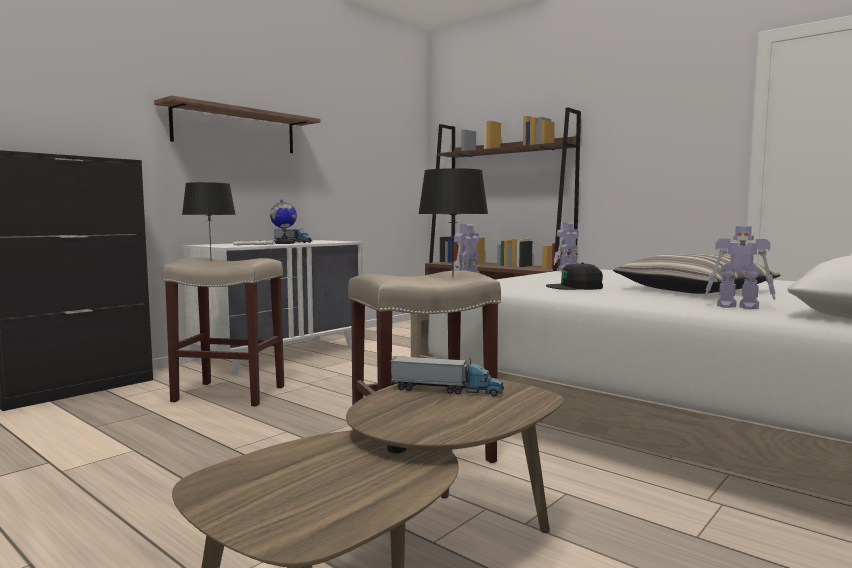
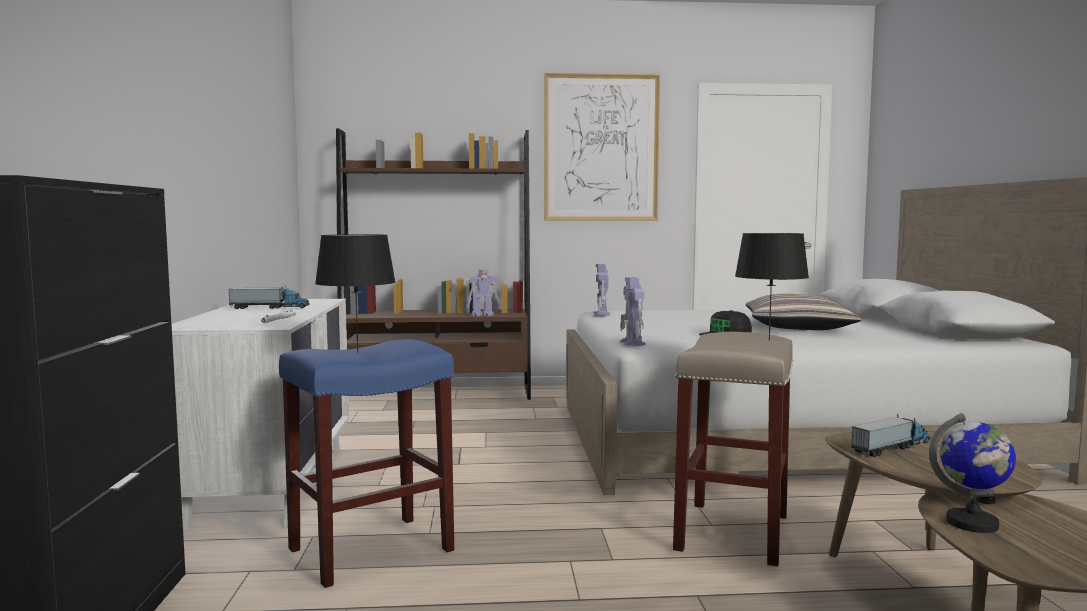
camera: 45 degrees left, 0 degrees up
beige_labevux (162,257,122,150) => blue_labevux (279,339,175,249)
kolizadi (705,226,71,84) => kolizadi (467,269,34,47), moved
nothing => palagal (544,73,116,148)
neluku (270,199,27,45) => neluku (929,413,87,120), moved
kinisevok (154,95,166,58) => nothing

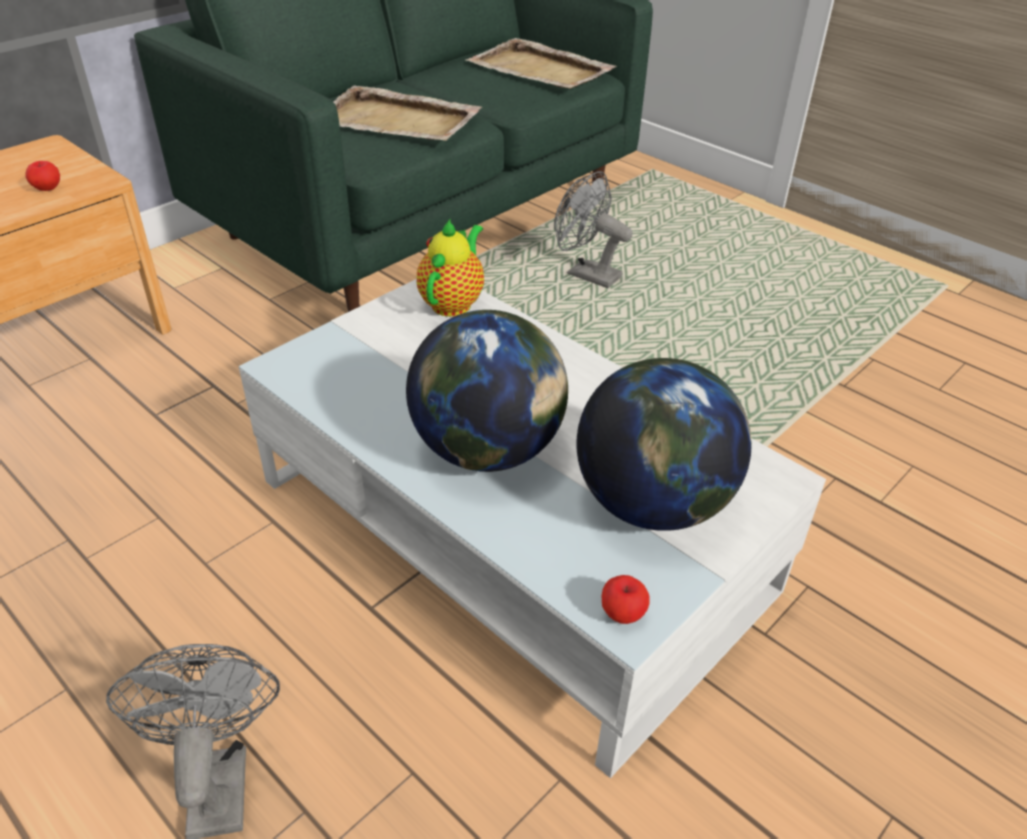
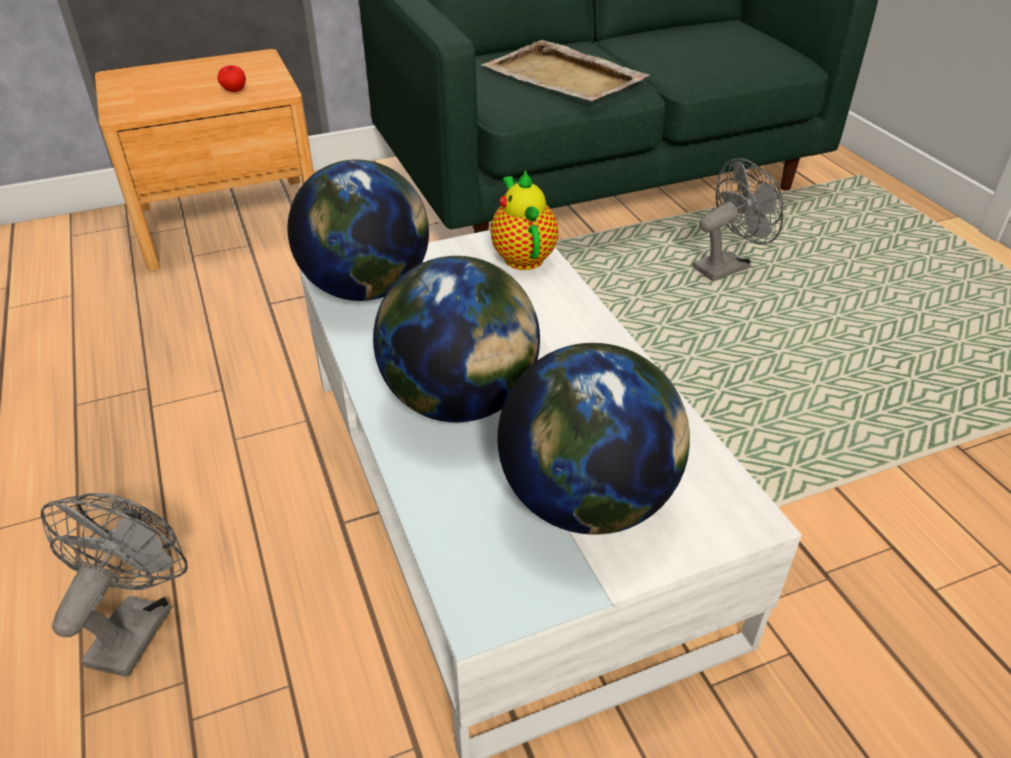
camera: 25 degrees right, 0 degrees up
nothing => neluku (288,160,141,141)
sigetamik (417,219,67,98) => sigetamik (490,170,69,100), 60 degrees counterclockwise
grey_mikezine (554,171,79,117) => grey_mikezine (693,158,90,123), 90 degrees clockwise
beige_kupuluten (465,38,152,51) => nothing
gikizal (602,575,48,49) => nothing

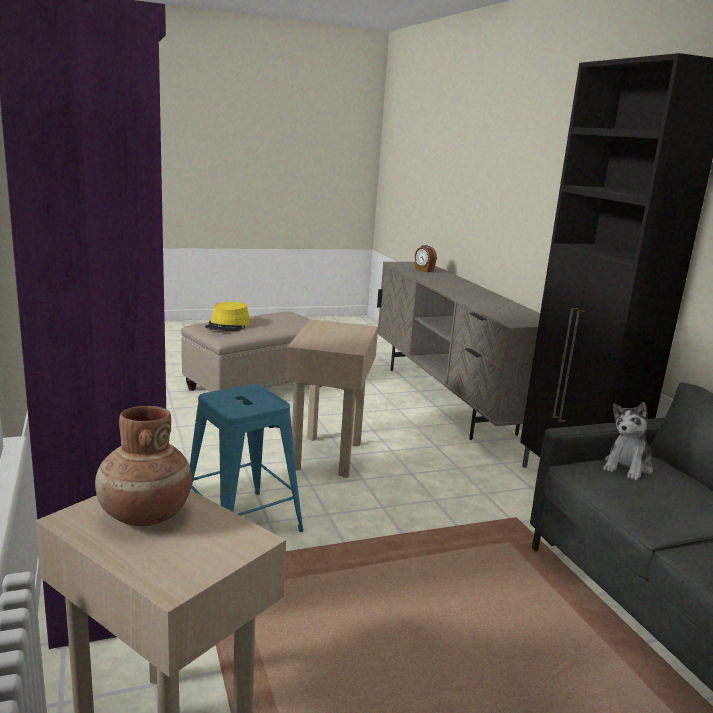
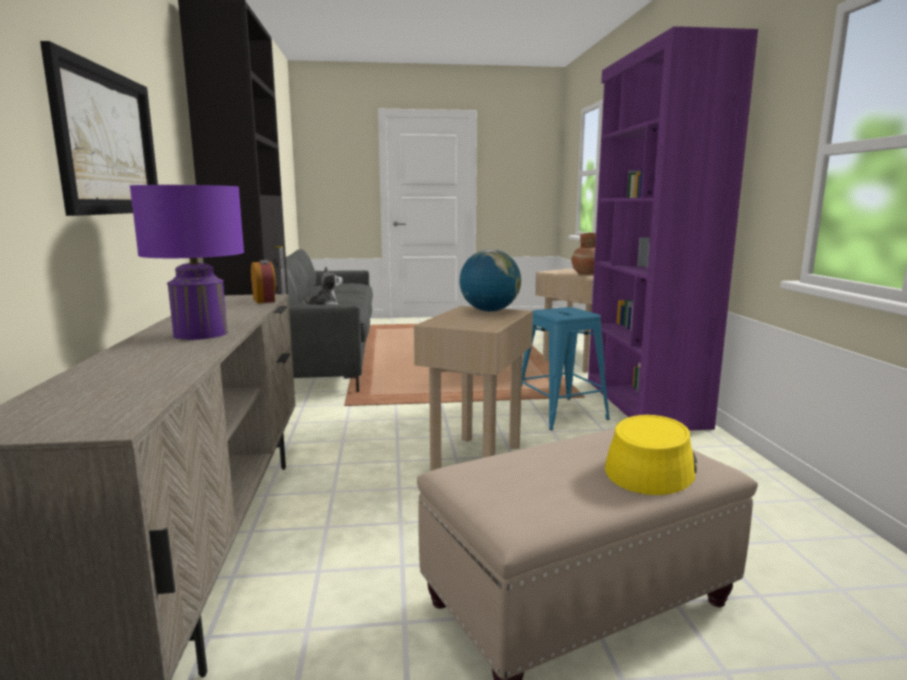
camera: 165 degrees left, 5 degrees down
nothing => palagal (40,41,118,175)
nothing => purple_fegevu (130,185,114,155)
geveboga (415,245,22,27) => geveboga (251,260,25,43), moved
nothing => neluku (459,250,62,62)

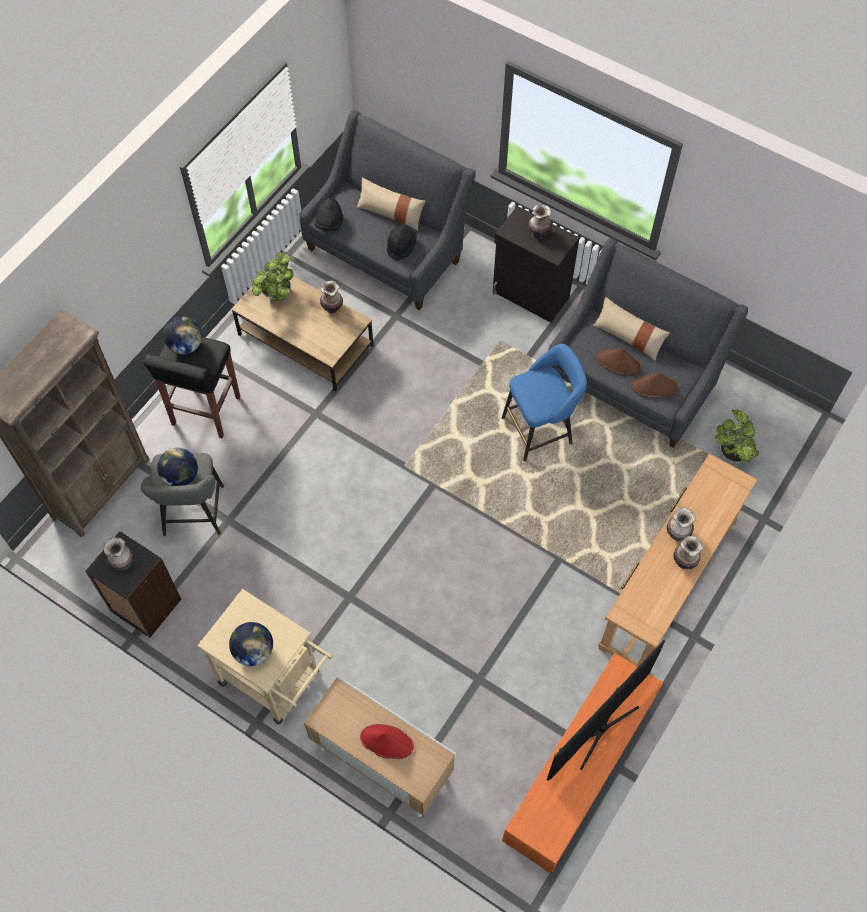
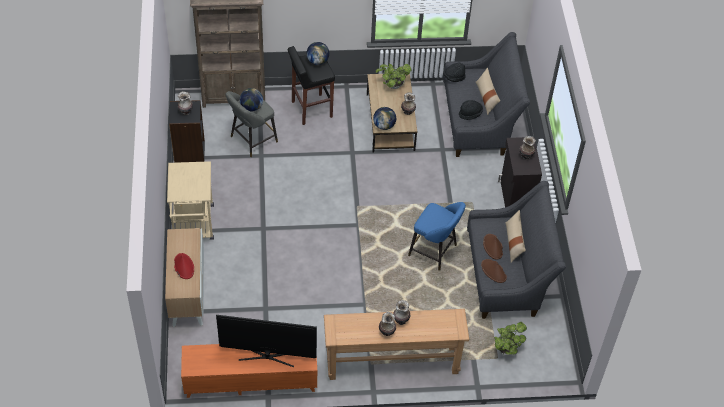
camera: 50 degrees right, 10 degrees down
neluku (229,622,44,44) => neluku (373,107,23,23), moved

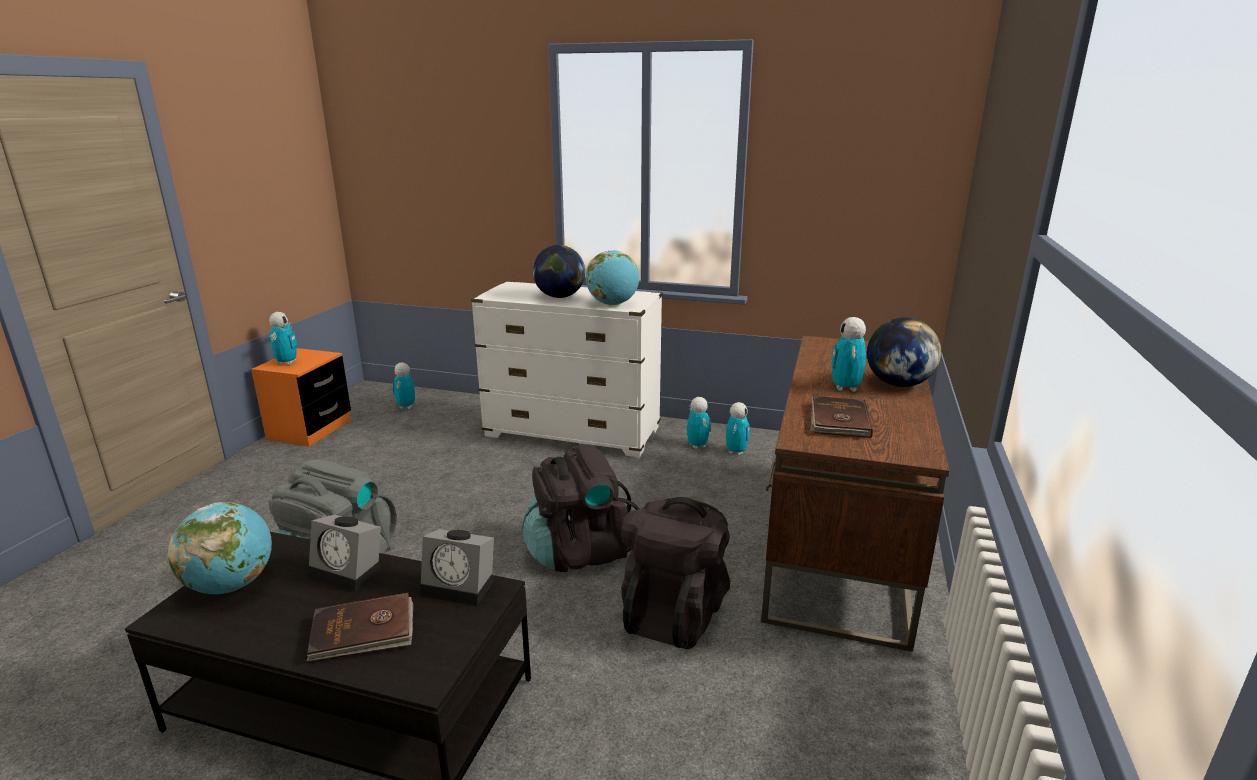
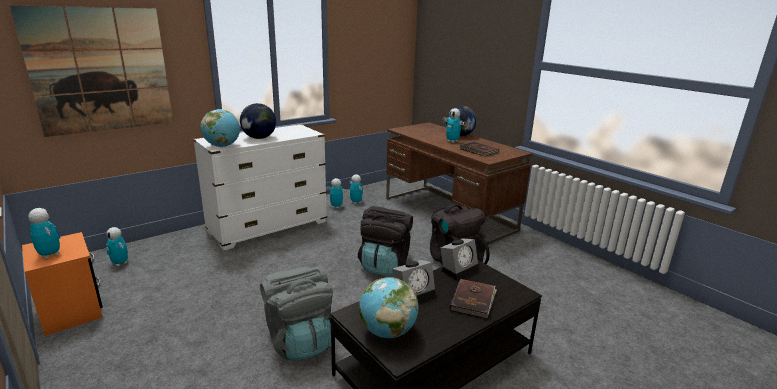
camera: 55 degrees left, 0 degrees up
nothing => palagal (10,6,163,131)
neluku (586,250,53,55) => neluku (200,109,40,38), moved

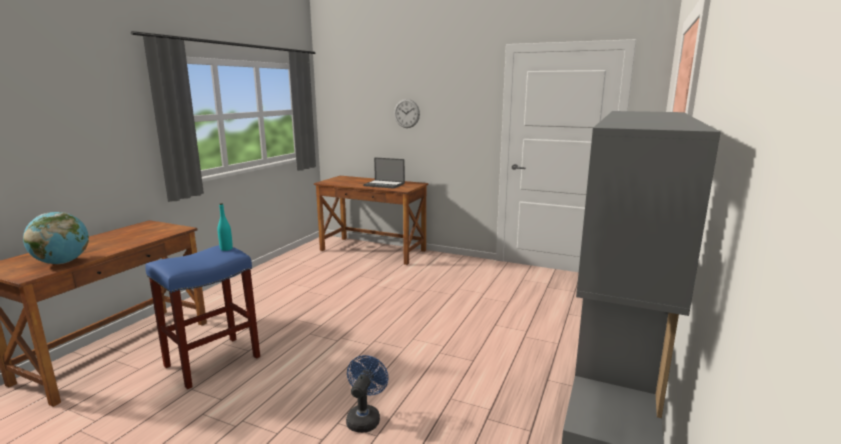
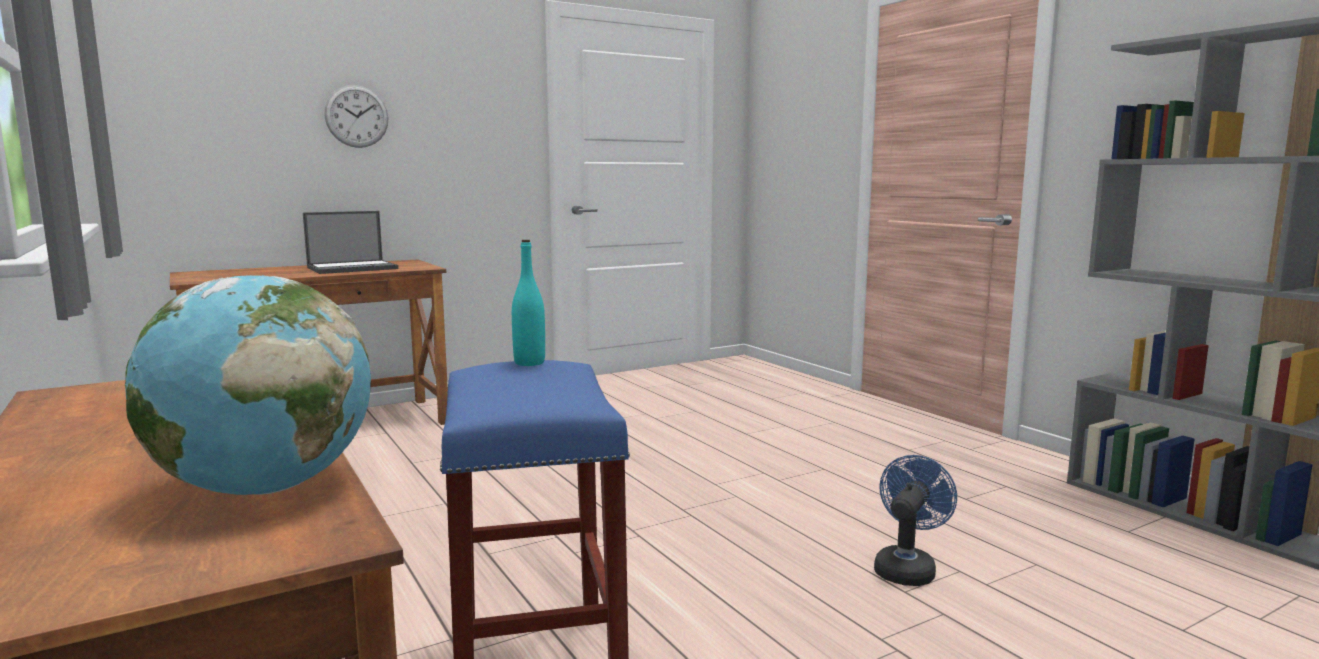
camera: 55 degrees left, 5 degrees down
blue_mikezine (346,355,43,78) => blue_mikezine (874,455,83,131), 75 degrees clockwise

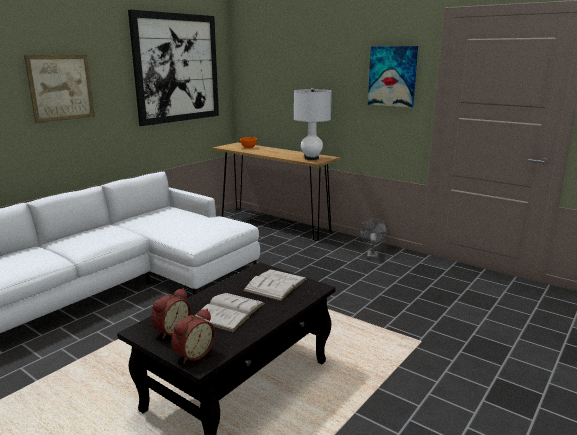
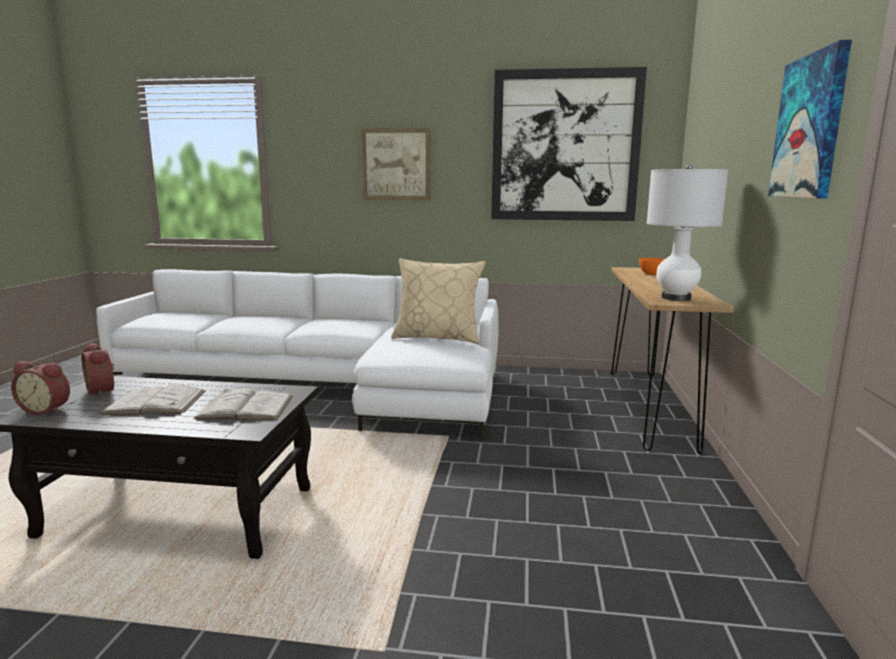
camera: 60 degrees right, 5 degrees down
geveboga (151,288,40,51) => geveboga (82,343,32,54), 45 degrees clockwise
nothing => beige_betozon (391,258,95,86)
grey_mikezine (359,219,30,40) => nothing

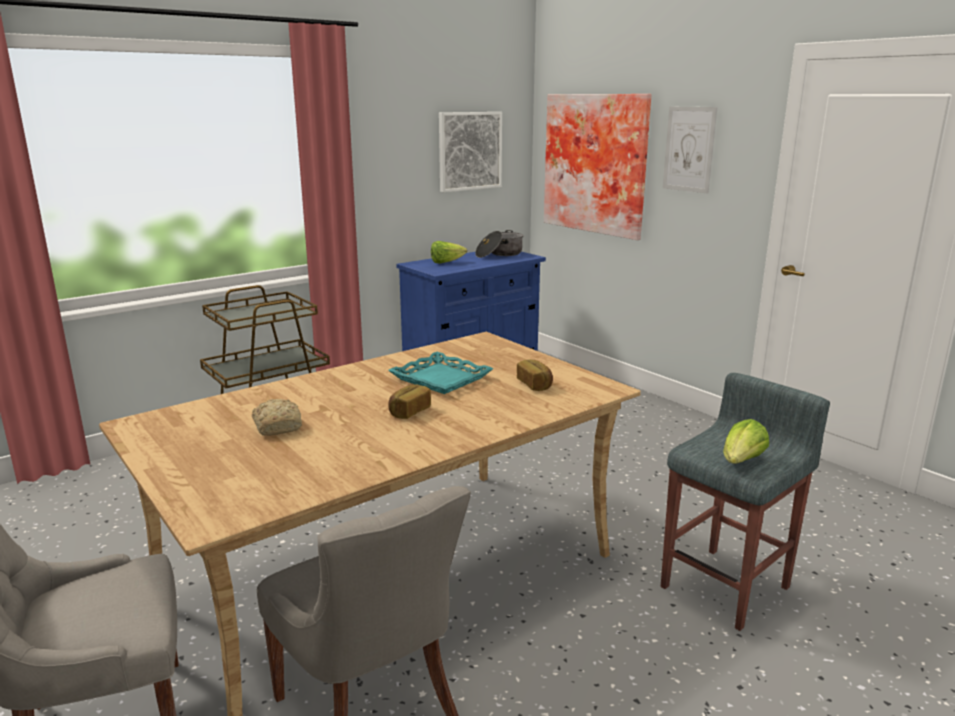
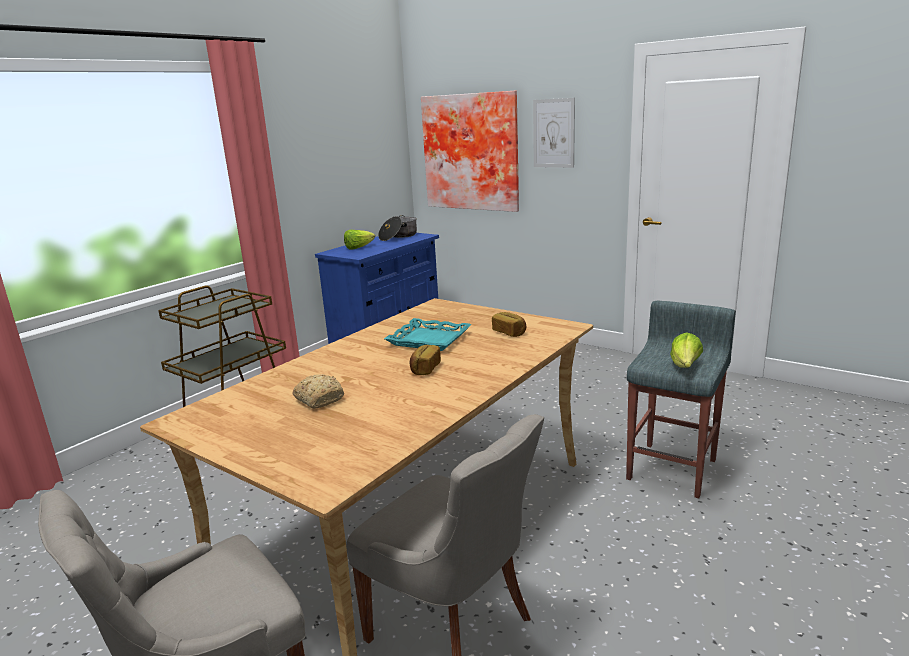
camera: 15 degrees left, 0 degrees up
palagal (439,112,63,80) => nothing

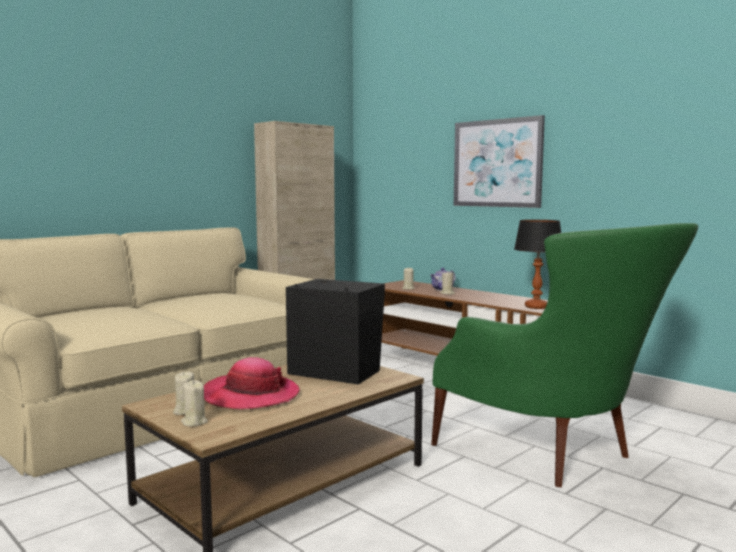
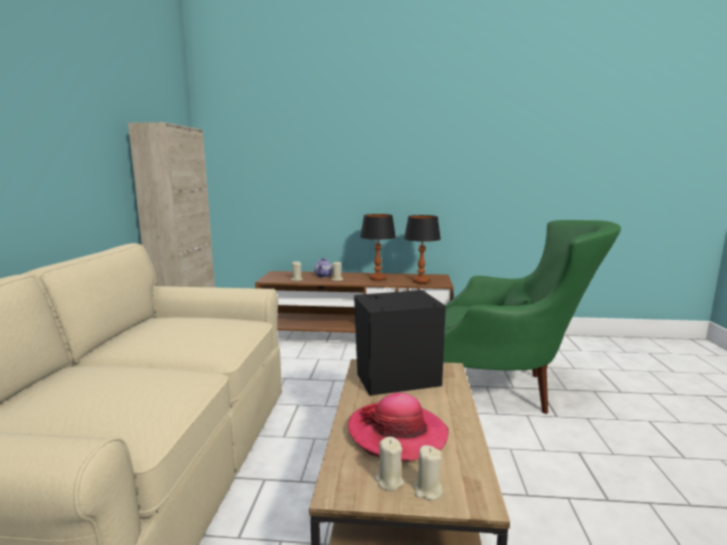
camera: 40 degrees left, 5 degrees up
nothing => fegevu (360,214,36,67)
palagal (454,115,91,93) => nothing

